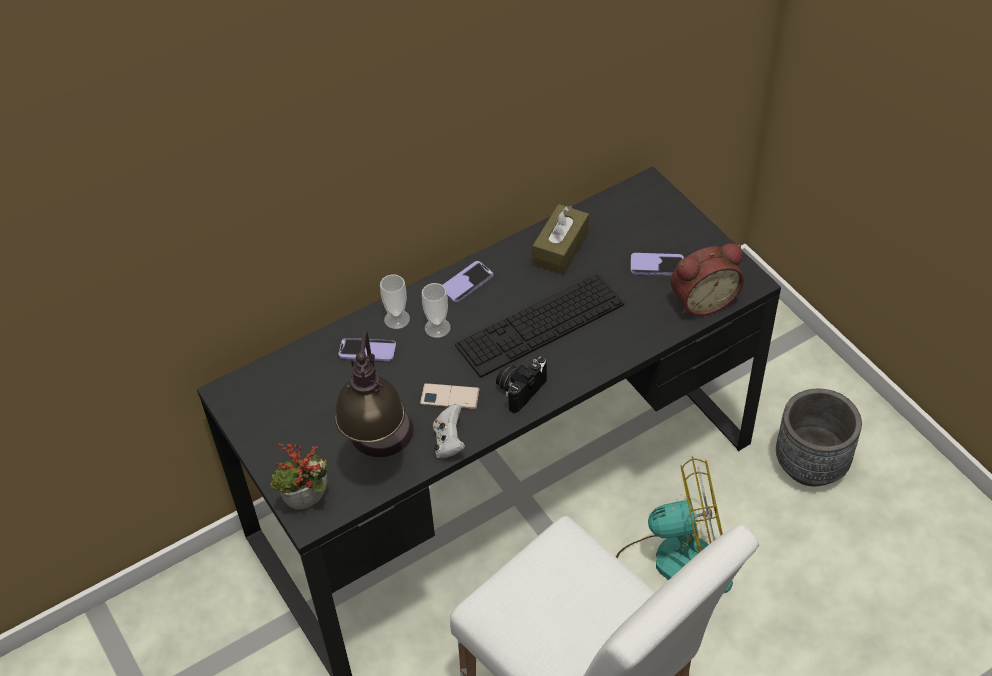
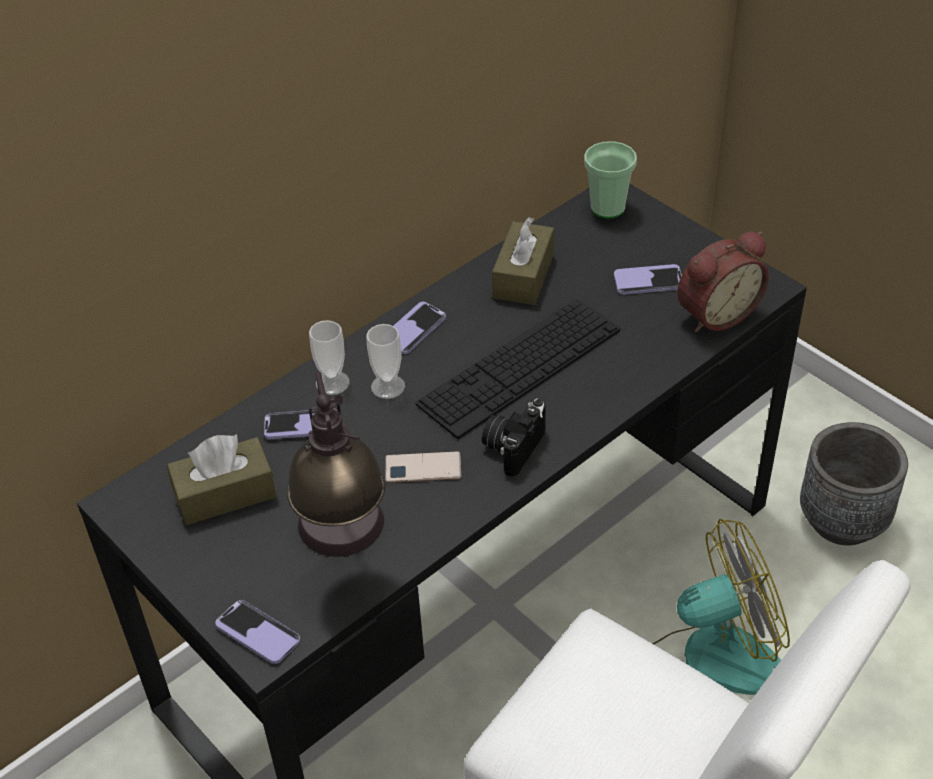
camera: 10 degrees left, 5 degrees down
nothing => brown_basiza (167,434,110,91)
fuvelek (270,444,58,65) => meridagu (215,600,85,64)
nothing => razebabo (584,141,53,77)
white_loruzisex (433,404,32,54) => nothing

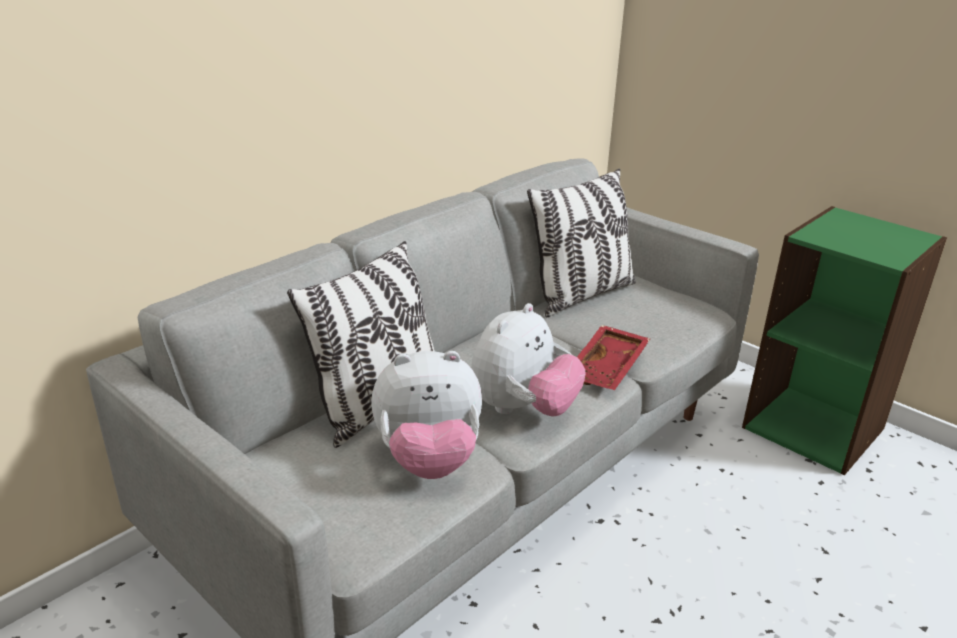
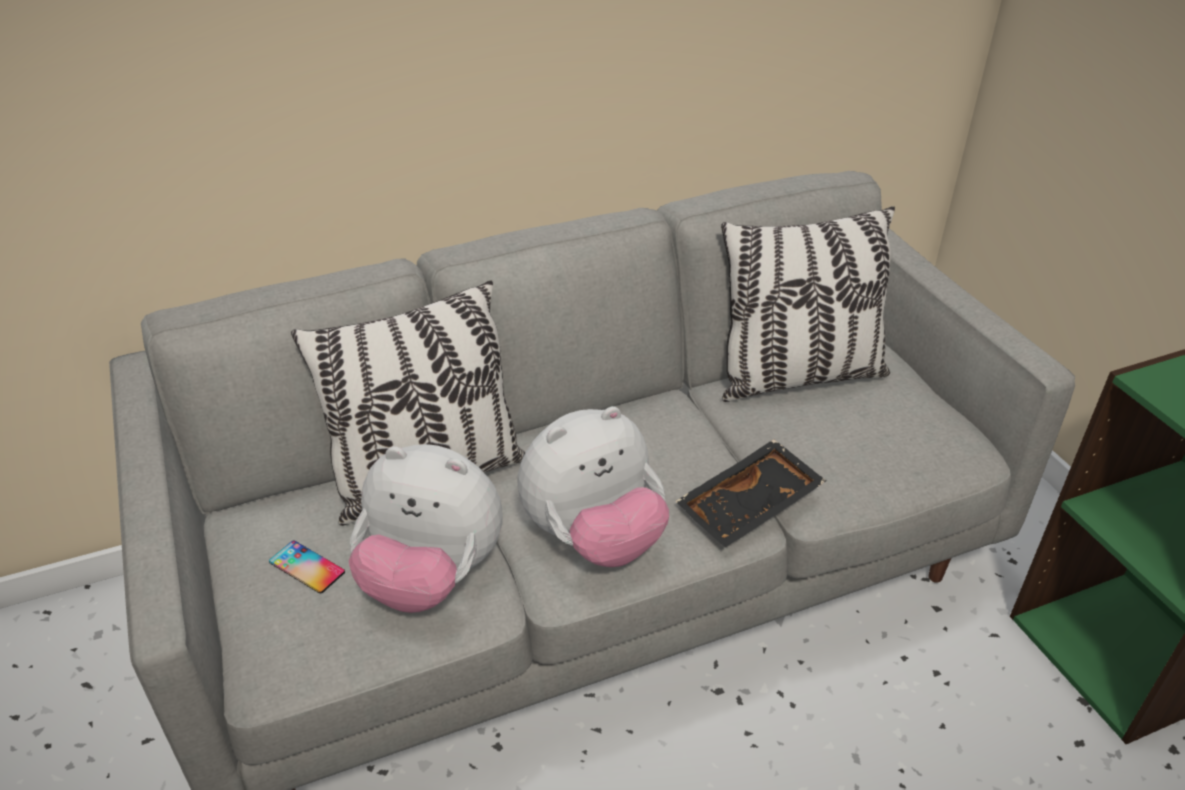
camera: 25 degrees right, 10 degrees up
nothing => meridagu (269,541,76,52)
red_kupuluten (577,325,73,65) => black_kupuluten (675,439,151,108)

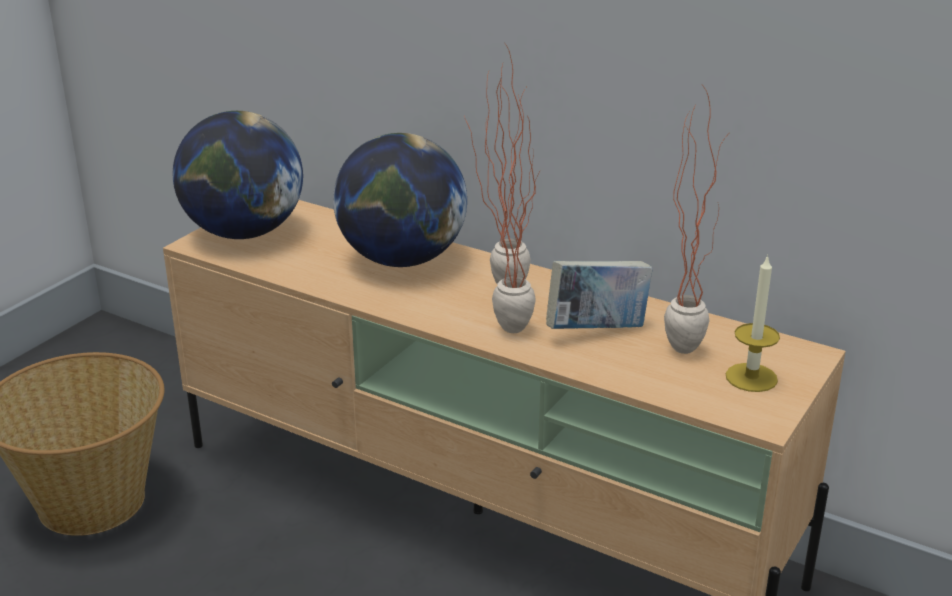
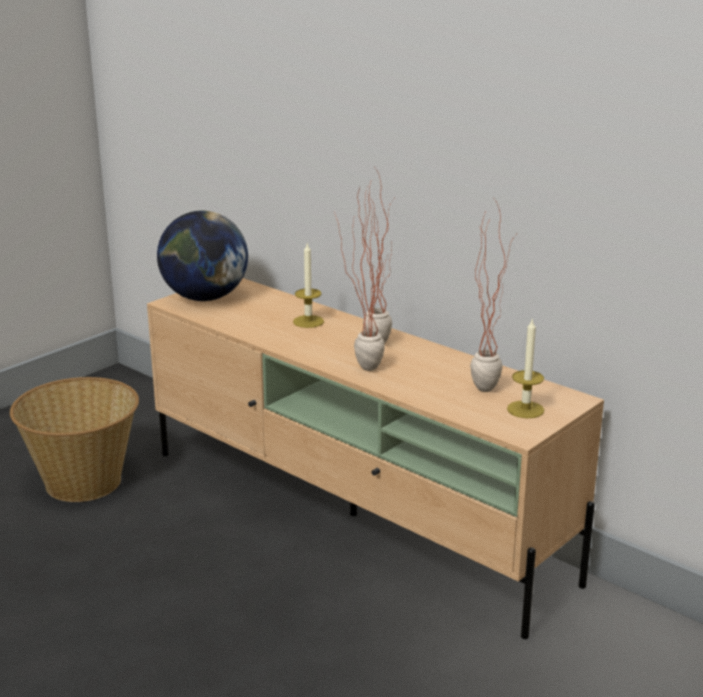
camera: 10 degrees right, 5 degrees down
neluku (333,133,134,134) => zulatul (293,244,31,84)
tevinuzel (546,261,107,68) => nothing

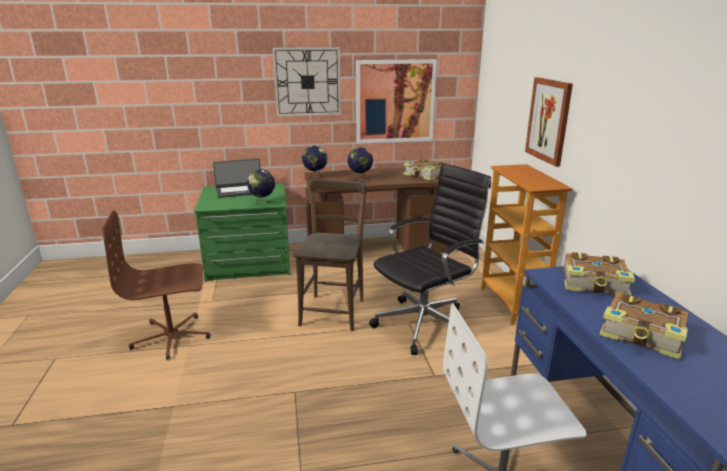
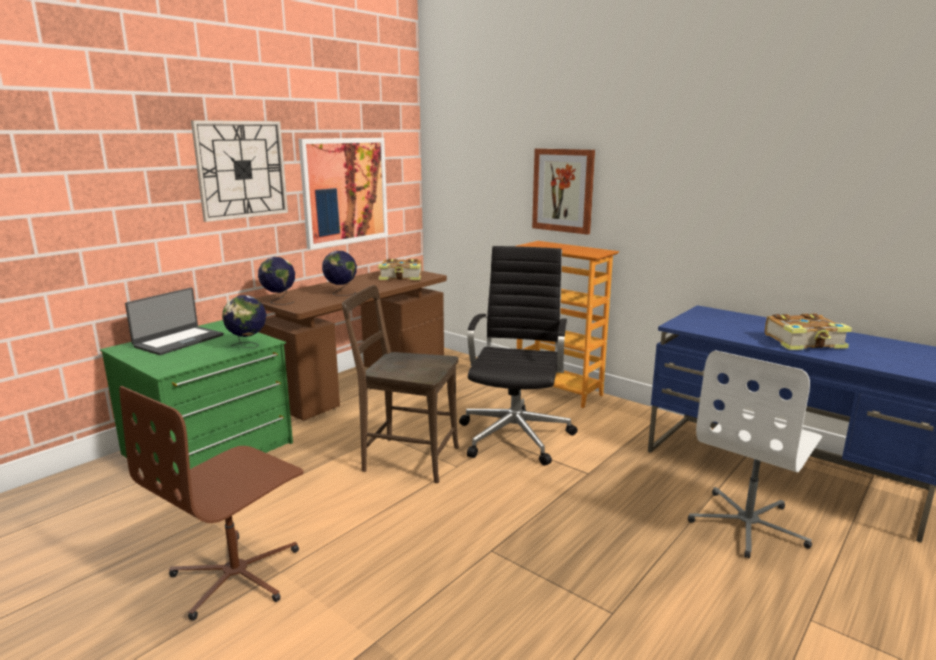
camera: 40 degrees left, 5 degrees down
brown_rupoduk (293,180,73,151) => brown_rupoduk (342,285,117,198), 45 degrees counterclockwise
tevinuzel (564,252,71,44) => nothing

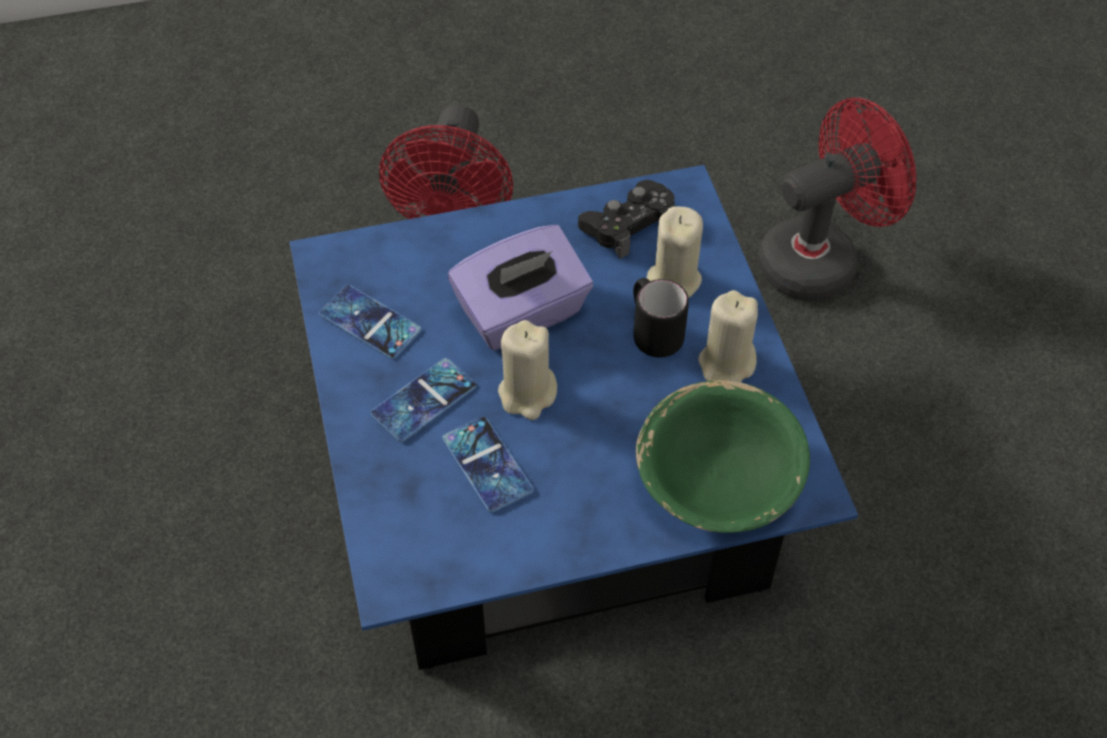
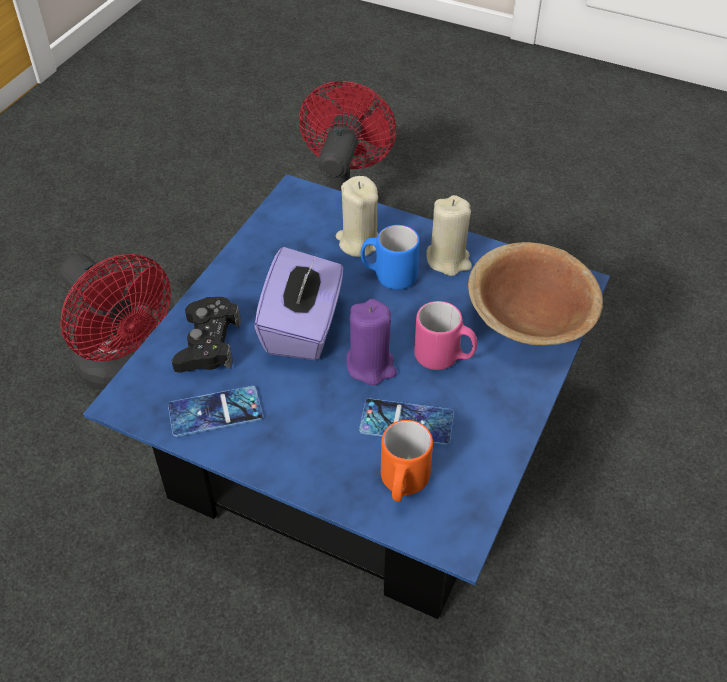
camera: 50 degrees left, 5 degrees down
black_loruzisex (578,180,98,79) => black_loruzisex (172,297,69,76), moved
beige_zulatul (498,320,59,100) => purple_zulatul (346,299,51,86)
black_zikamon (633,278,56,80) => blue_zikamon (361,225,59,65)
nothing => orange_zikamon (381,420,52,82)
nothing => pink_zikamon (414,301,63,69)
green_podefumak (636,380,174,153) => brown_podefumak (468,242,135,103)
meridagu (371,358,105,84) => nothing

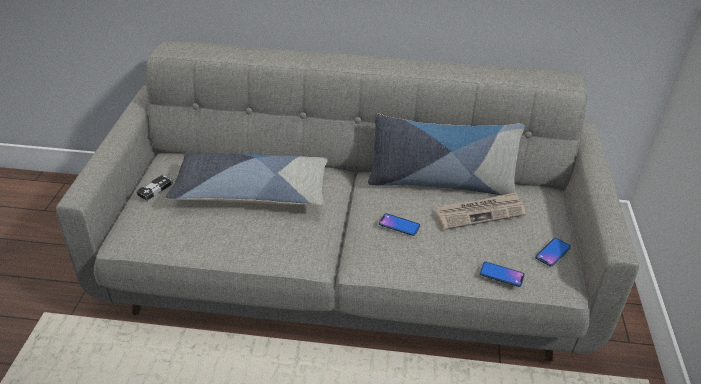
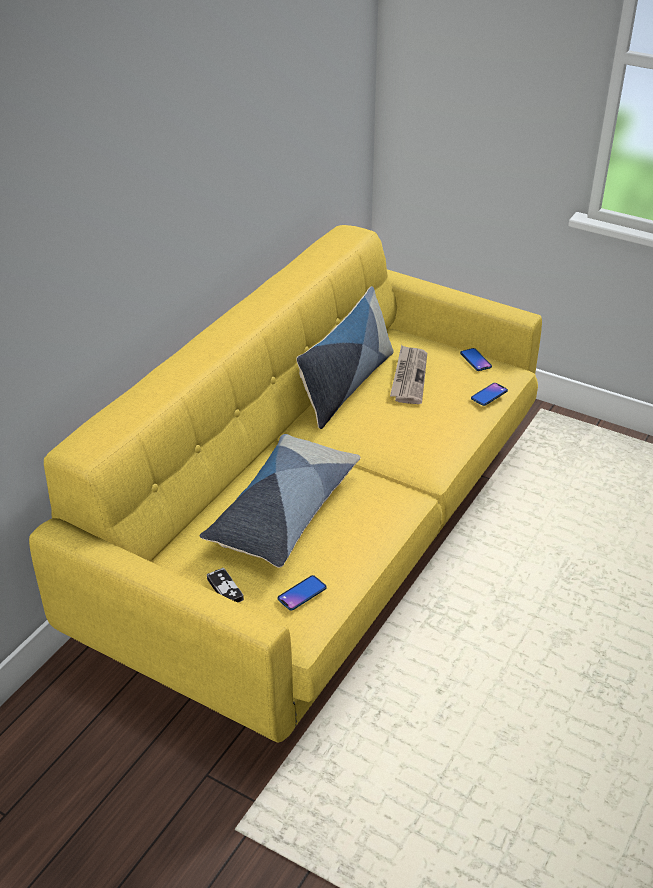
camera: 65 degrees left, 0 degrees up
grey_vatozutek (56,41,583,320) => yellow_vatozutek (29,225,513,518)
meridagu (379,213,41,23) => meridagu (278,575,48,36), moved

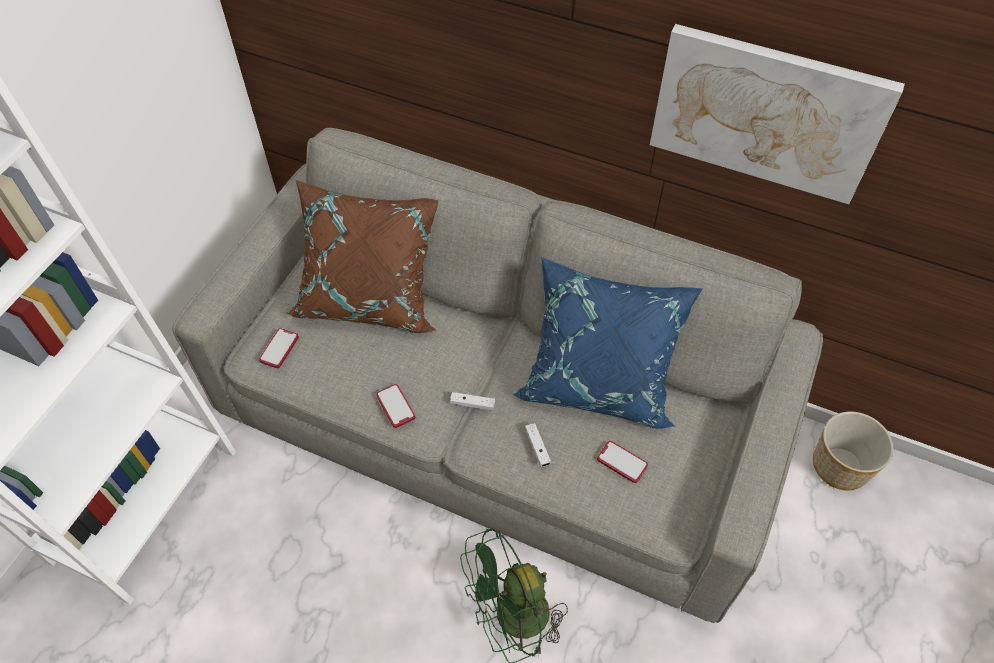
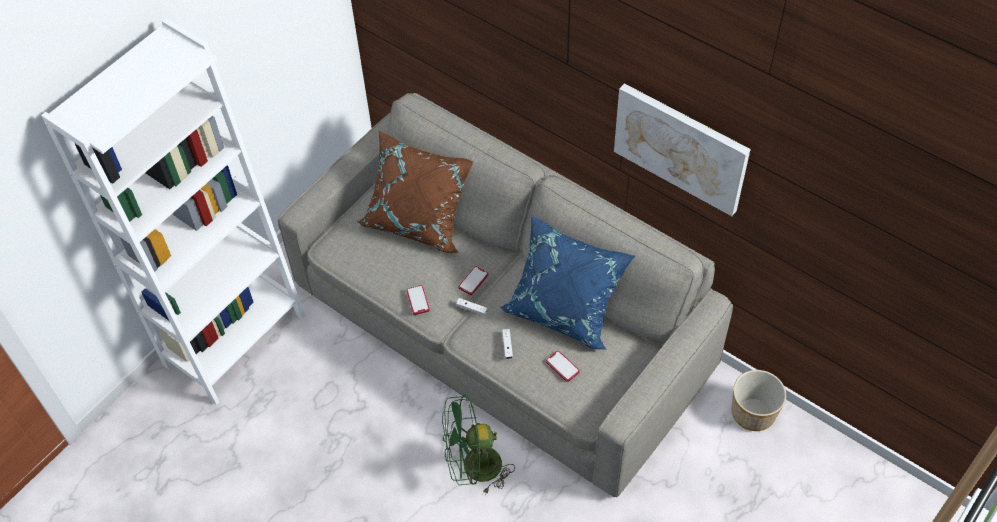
camera: 15 degrees right, 0 degrees up
meridagu (259,328,40,40) => meridagu (458,266,30,29), moved

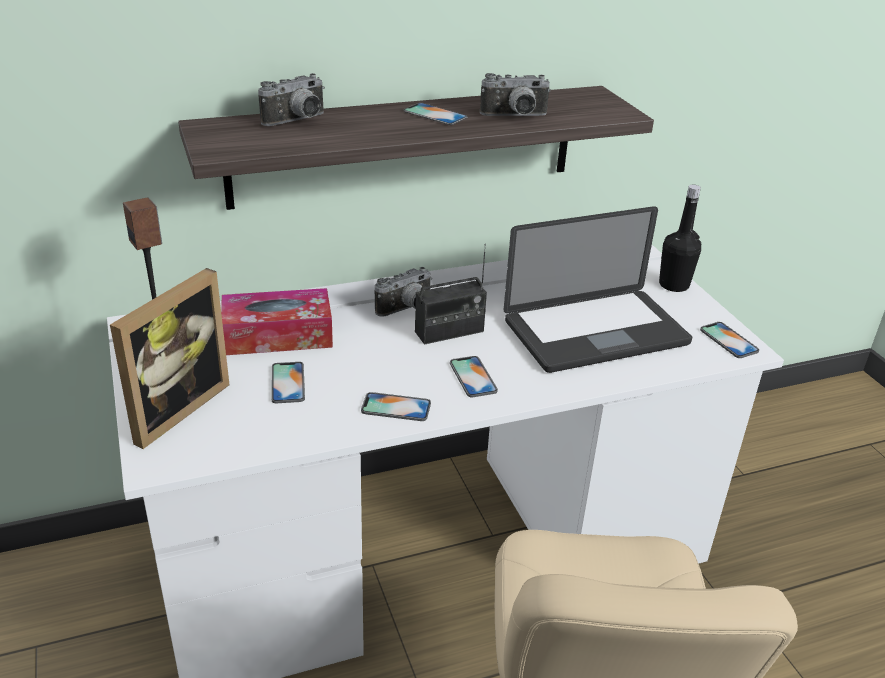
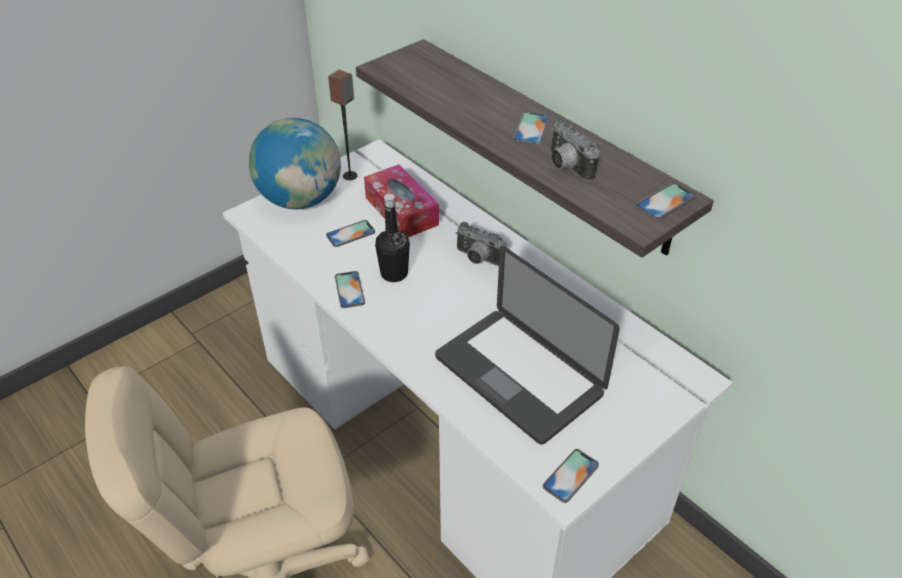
camera: 70 degrees right, 10 degrees up
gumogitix (110,268,120,181) => neluku (249,118,92,91)
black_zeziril (659,185,42,107) => black_zeziril (375,194,35,88), moved
meridagu (450,356,48,41) => meridagu (636,183,60,37), moved
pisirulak (258,73,67,53) => nothing
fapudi (415,244,72,101) => nothing

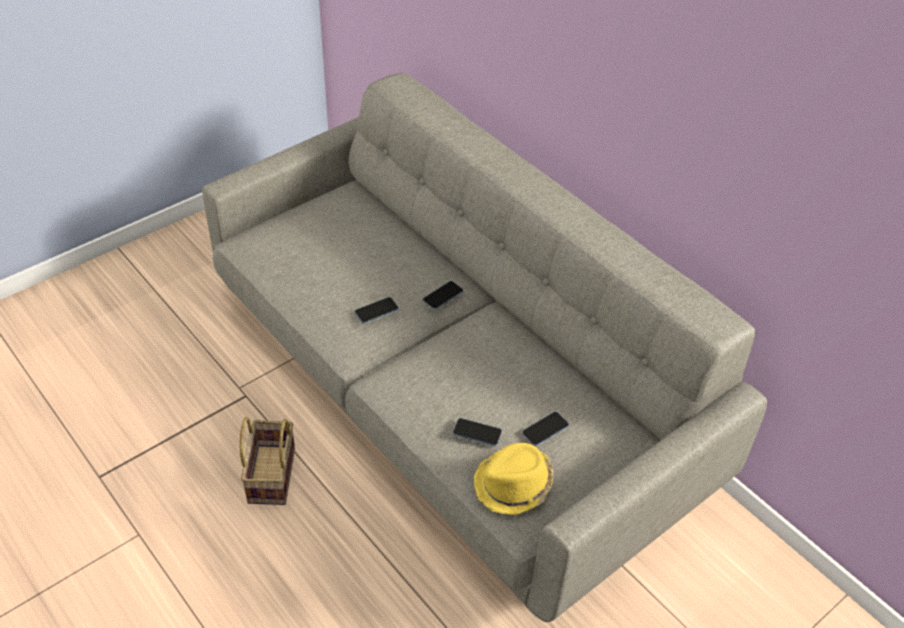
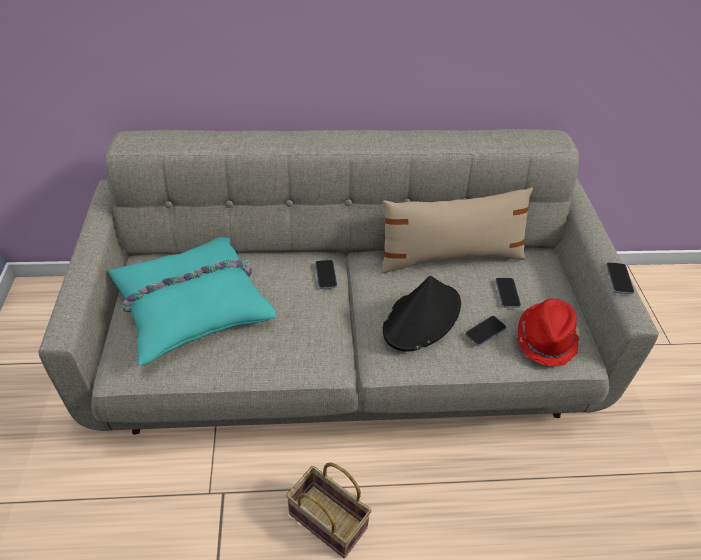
camera: 55 degrees left, 0 degrees up
nothing => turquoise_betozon (108,237,169,129)
nothing => beige_betozon (380,187,153,87)
nothing => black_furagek (383,276,78,76)
yellow_furagek (474,443,79,72) => red_furagek (517,298,63,69)
meridagu (355,297,44,27) => meridagu (606,262,28,32), moved

